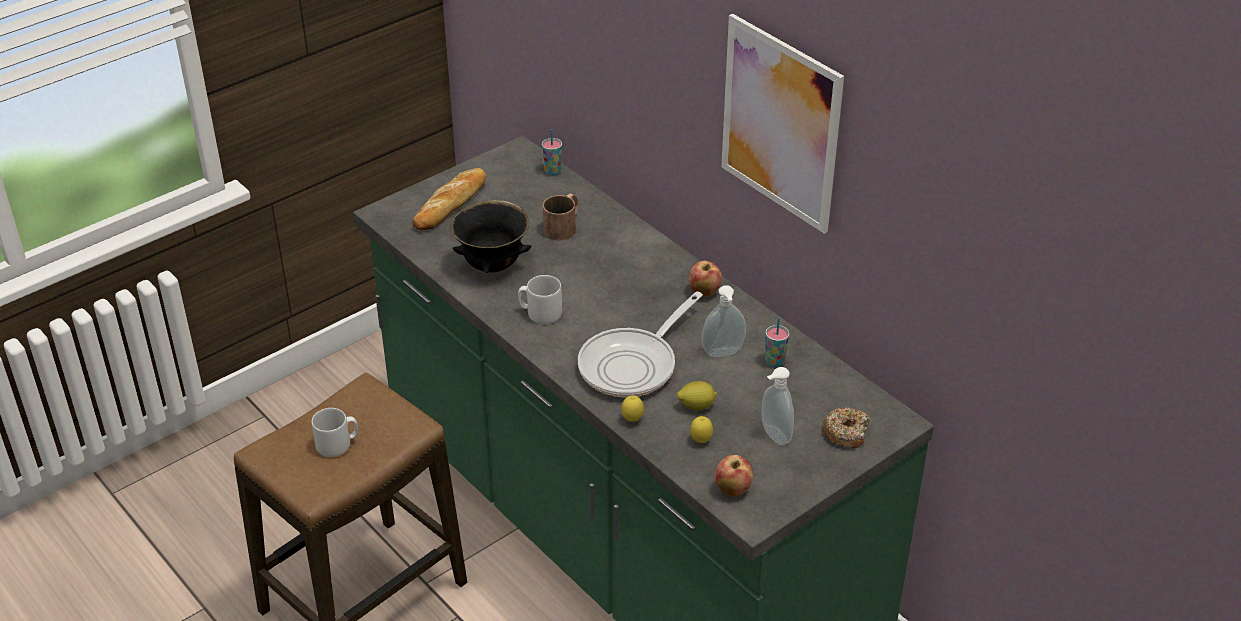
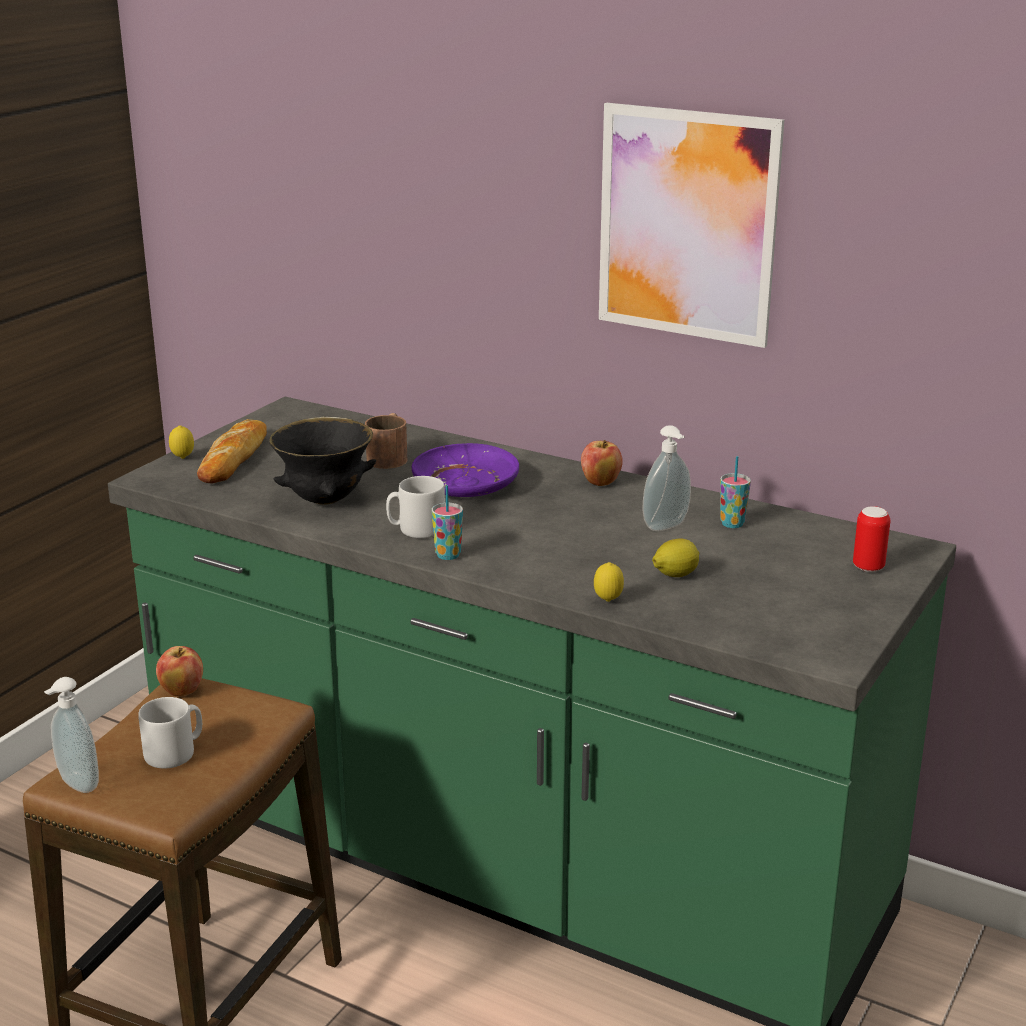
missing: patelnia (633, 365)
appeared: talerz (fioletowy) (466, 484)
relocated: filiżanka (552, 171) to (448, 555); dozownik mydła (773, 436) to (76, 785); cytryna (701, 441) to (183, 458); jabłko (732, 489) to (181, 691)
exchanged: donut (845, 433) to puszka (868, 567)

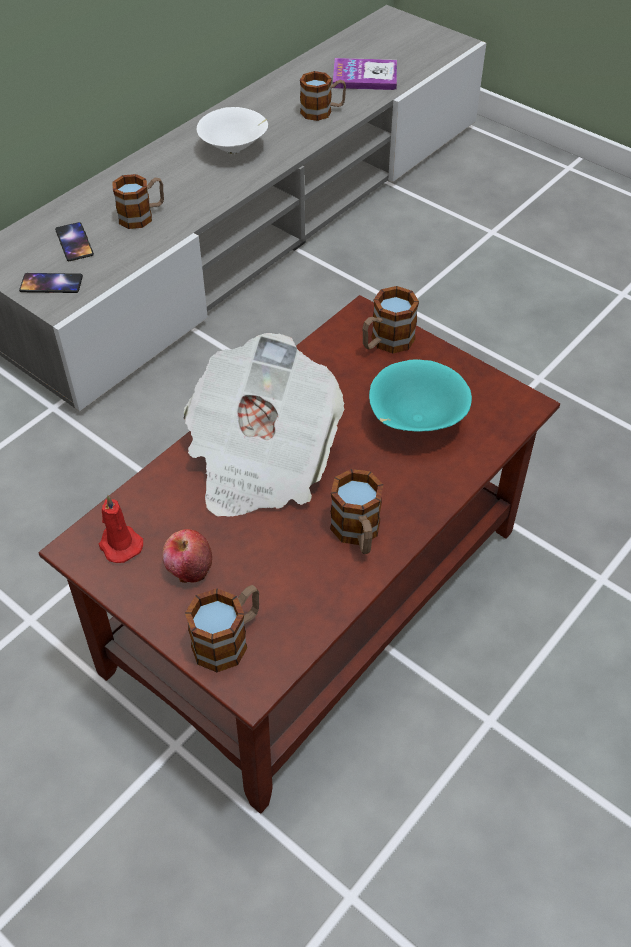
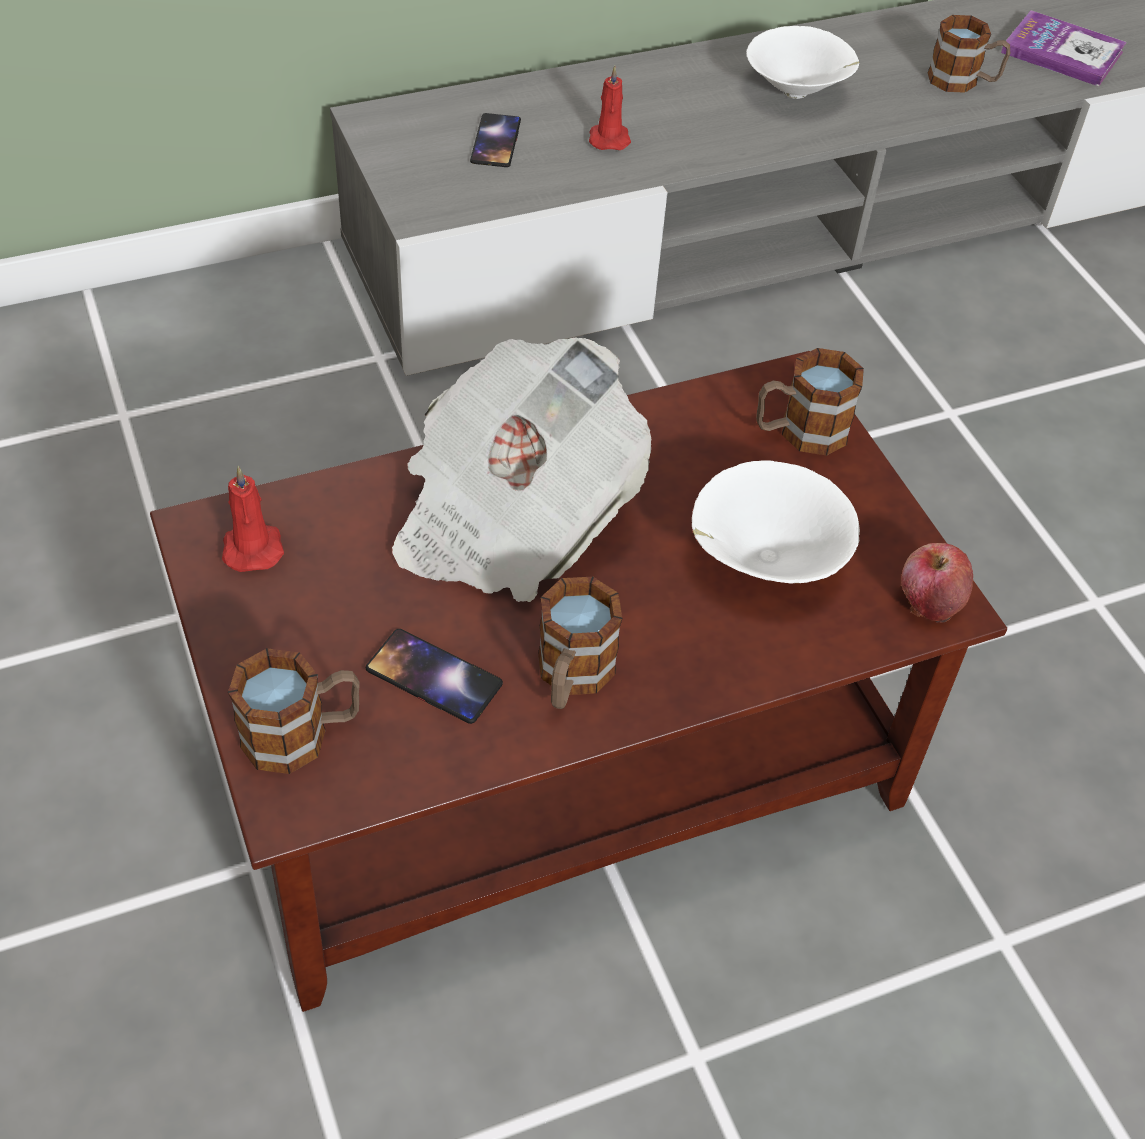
relocated: telefon (51, 284) to (434, 677); jabłko (189, 568) to (929, 601)
exchanged: kubek (142, 215) to świeca (czerwony) (608, 138)
colour: miska (turkusowy) (415, 421) to miska (biały) (764, 560)

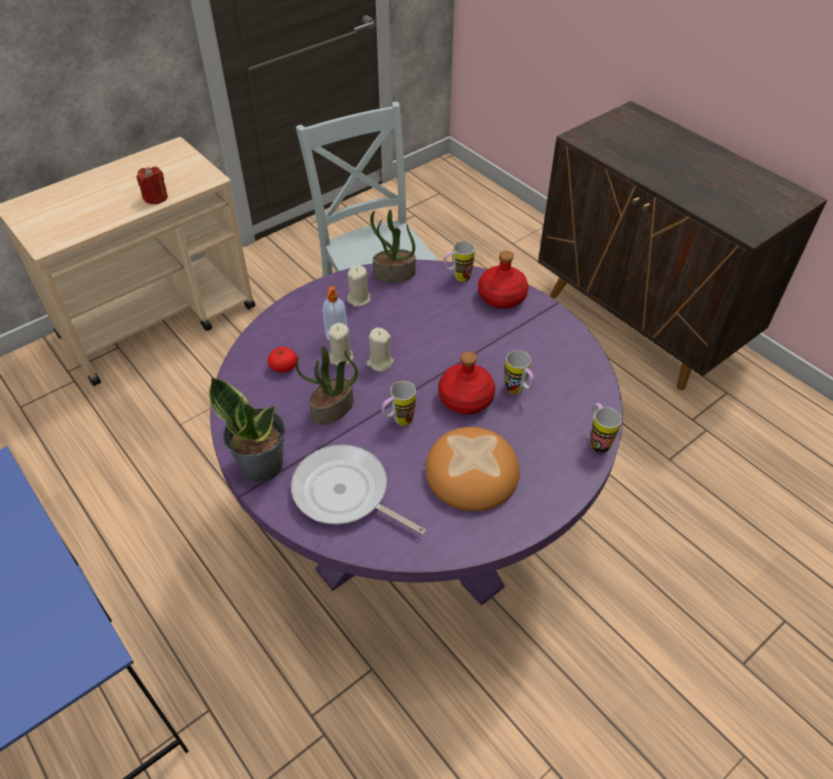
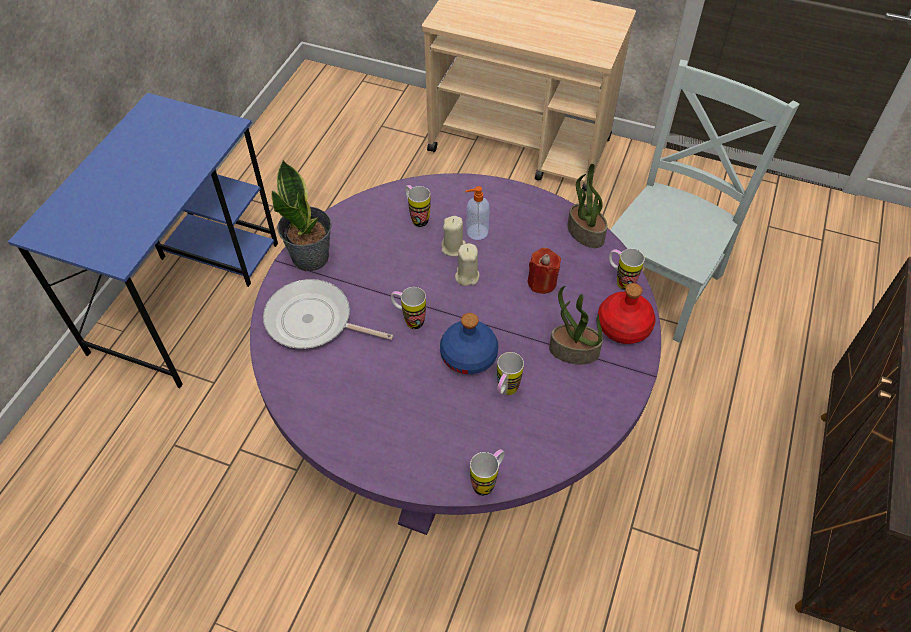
missing: świeca (beżowy) (359, 299); chleb (472, 473)
relocated: świeca (czerwony) (156, 198) to (542, 282); roślina doniczkowa (332, 409) to (573, 351)
exchanged: pomidor (283, 366) to kubek (417, 218)
colour: butelka (czerwony) (465, 398) to butelka (niebieski) (469, 355)
spun: patelnia (345, 493) = (313, 321) 75 degrees counterclockwise

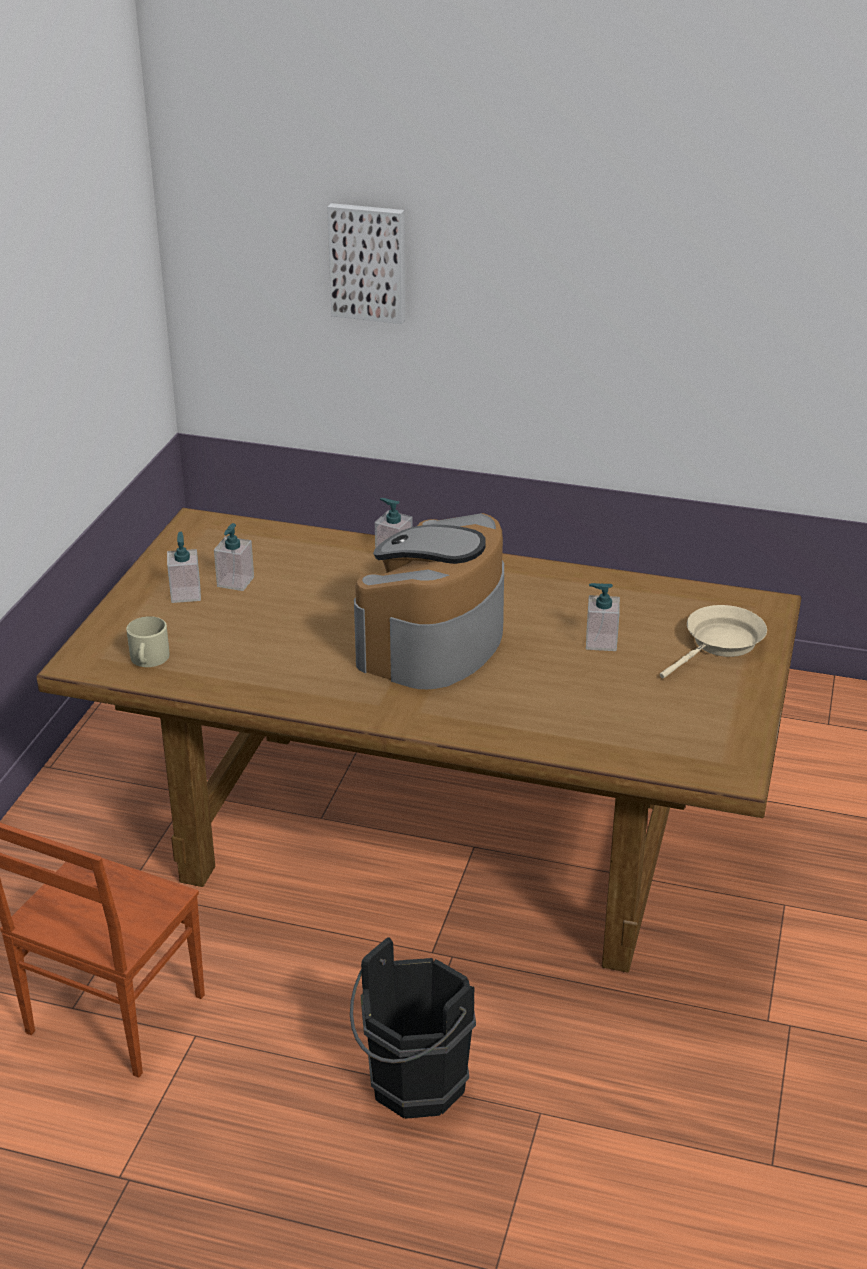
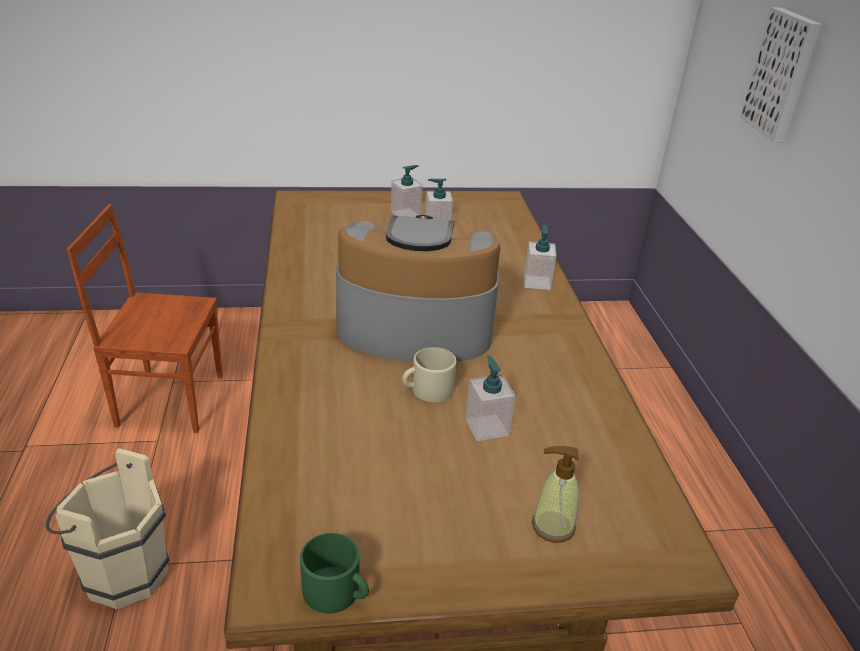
appeared: kubek (zielony) (337, 592)
relocated: kubek (beżowy) (148, 659) to (427, 390)
exchanged: patelnia (beżowy) (720, 644) to dozownik mydła (552, 526)
colour: wiadro (czarny) (412, 1087) to wiadro (beżowy) (120, 572)

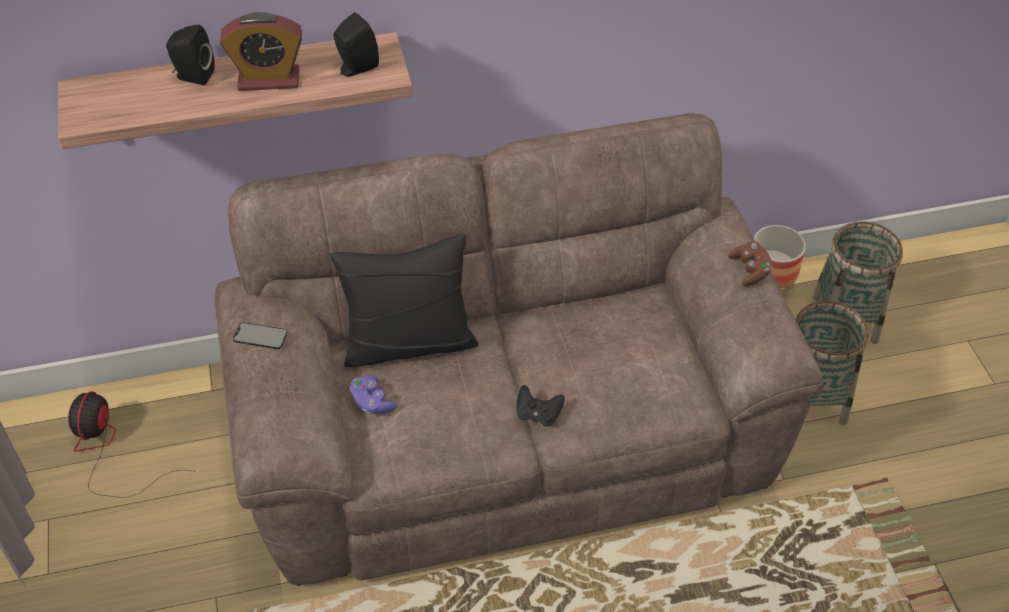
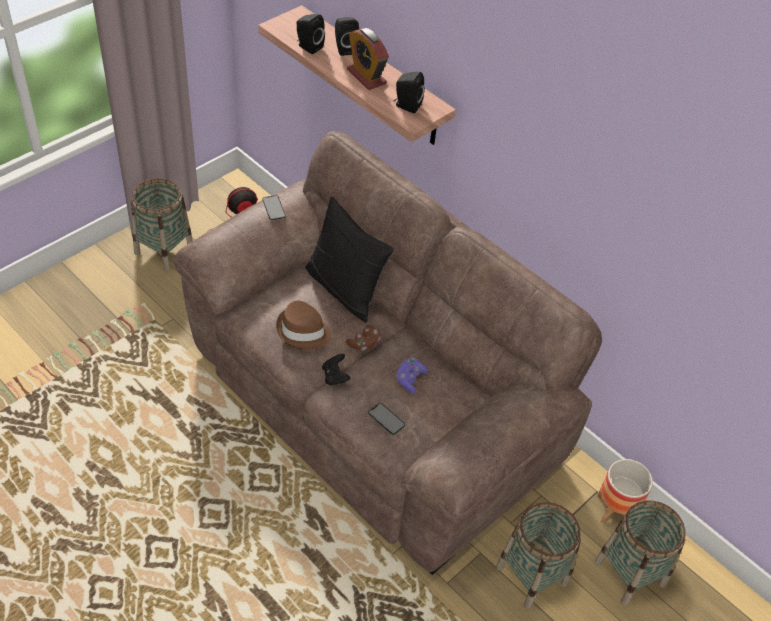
appeared: głośnik (czarny) (308, 47); koszyk (164, 250); kapelusz (brązowy) (303, 331); telefon (386, 419)
relocated: pad do gier (brązowy) (750, 270) to (364, 343); pad do gier (fioletowy) (372, 402) to (410, 379)

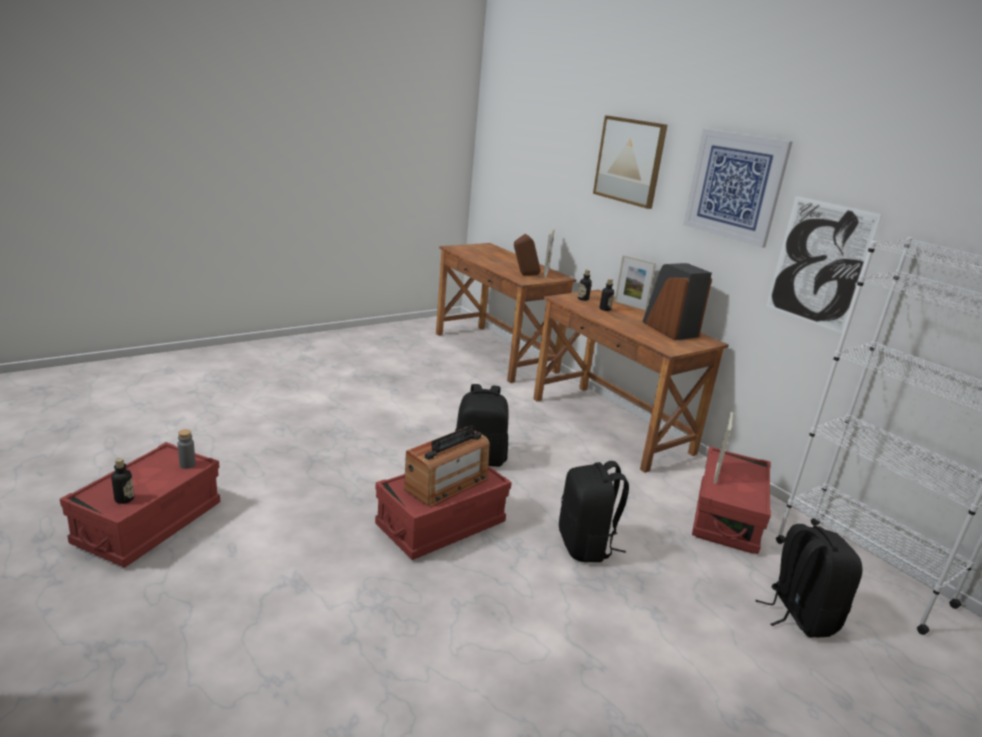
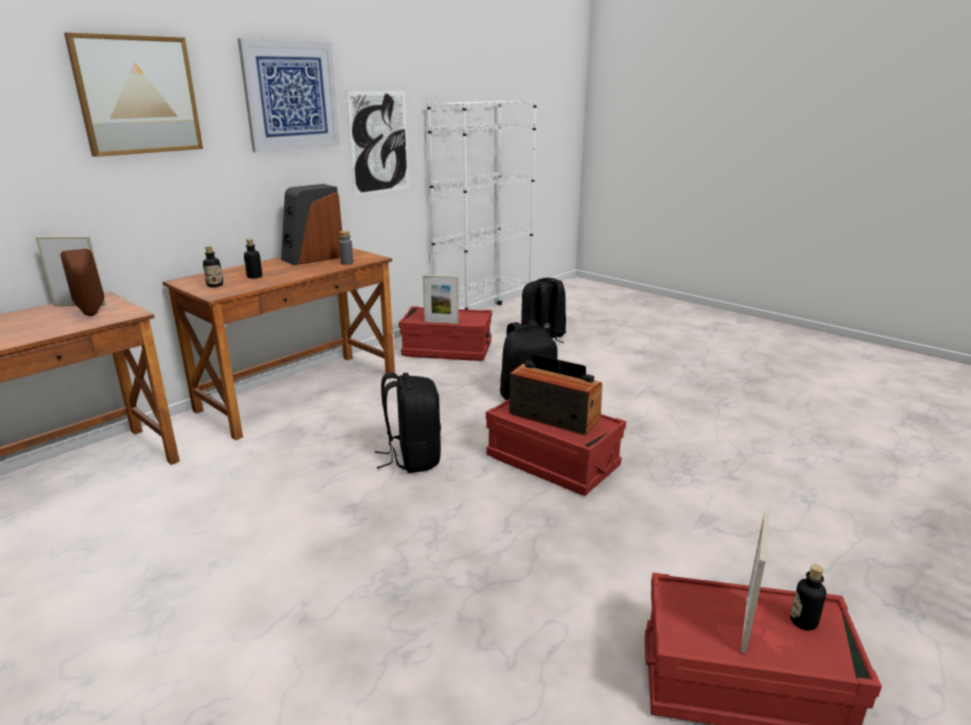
relocated: ramka na zdjęcie (630, 306) to (746, 623); butelka (szary) (187, 465) to (347, 263)

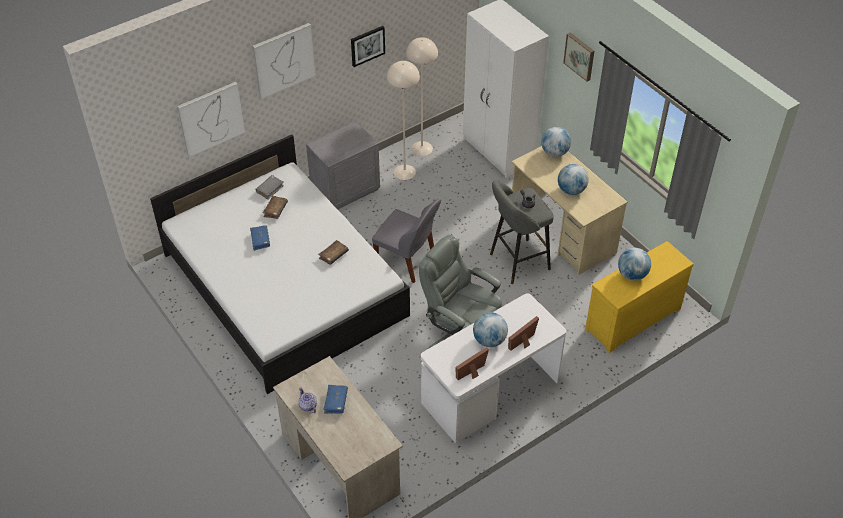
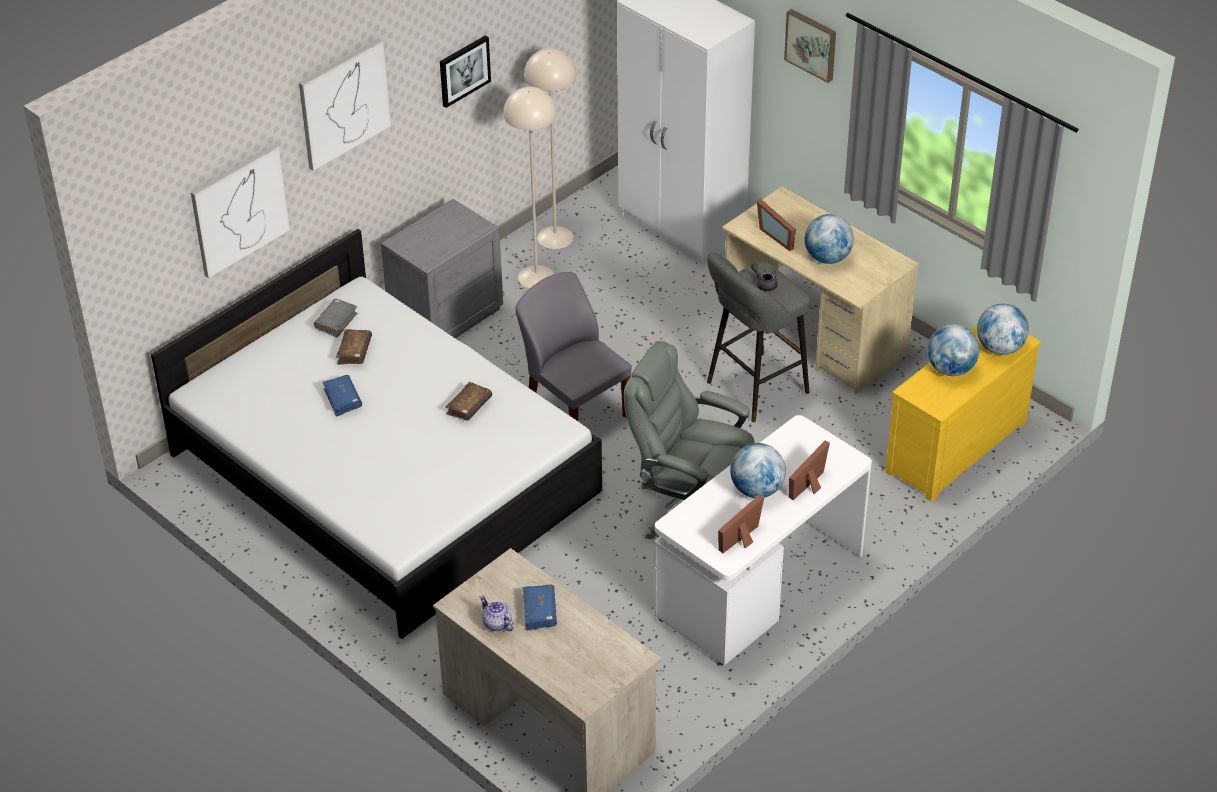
appeared: ramka na zdjęcie (778, 235)
relocated: globus (554, 152) to (1000, 348)
spun: krzesło (szary) (407, 261) = (576, 411) 150 degrees counterclockwise

